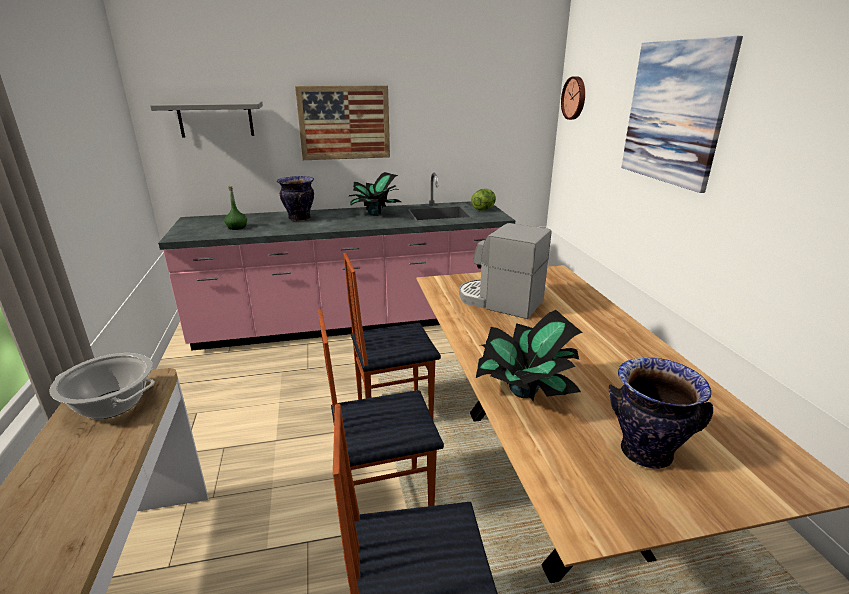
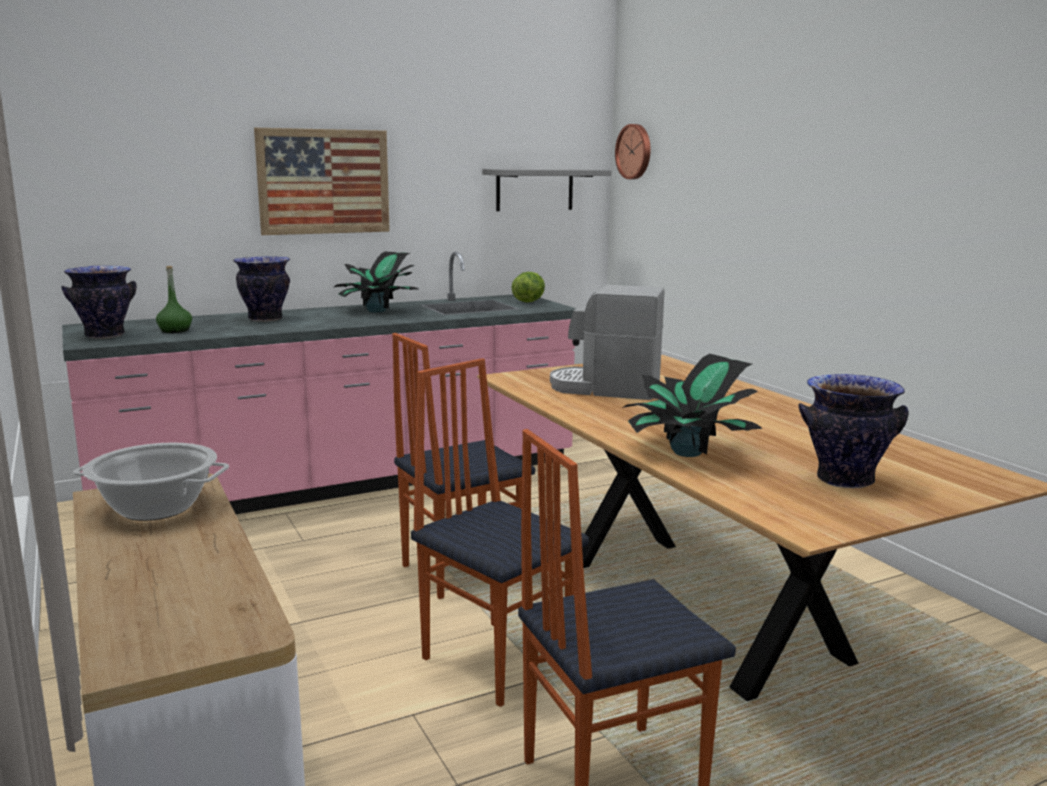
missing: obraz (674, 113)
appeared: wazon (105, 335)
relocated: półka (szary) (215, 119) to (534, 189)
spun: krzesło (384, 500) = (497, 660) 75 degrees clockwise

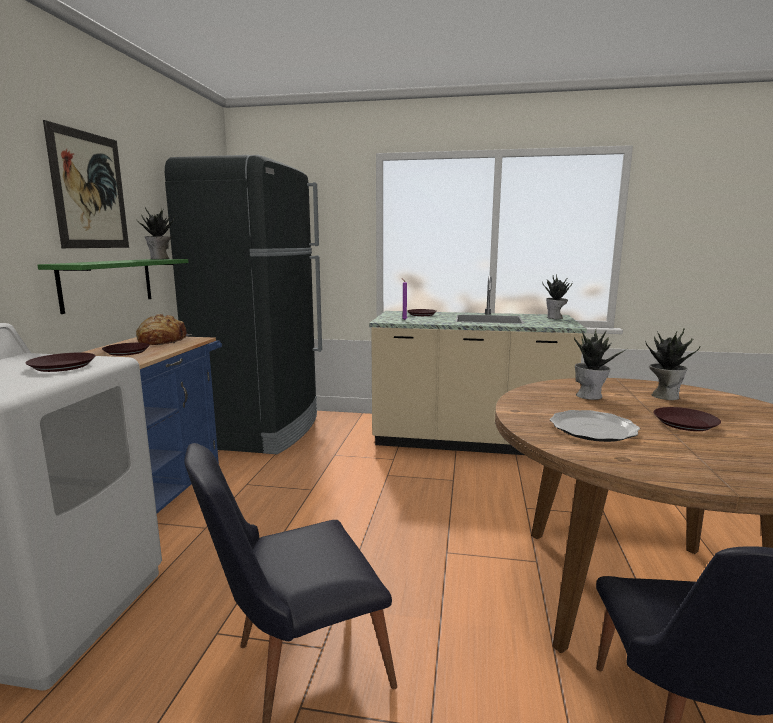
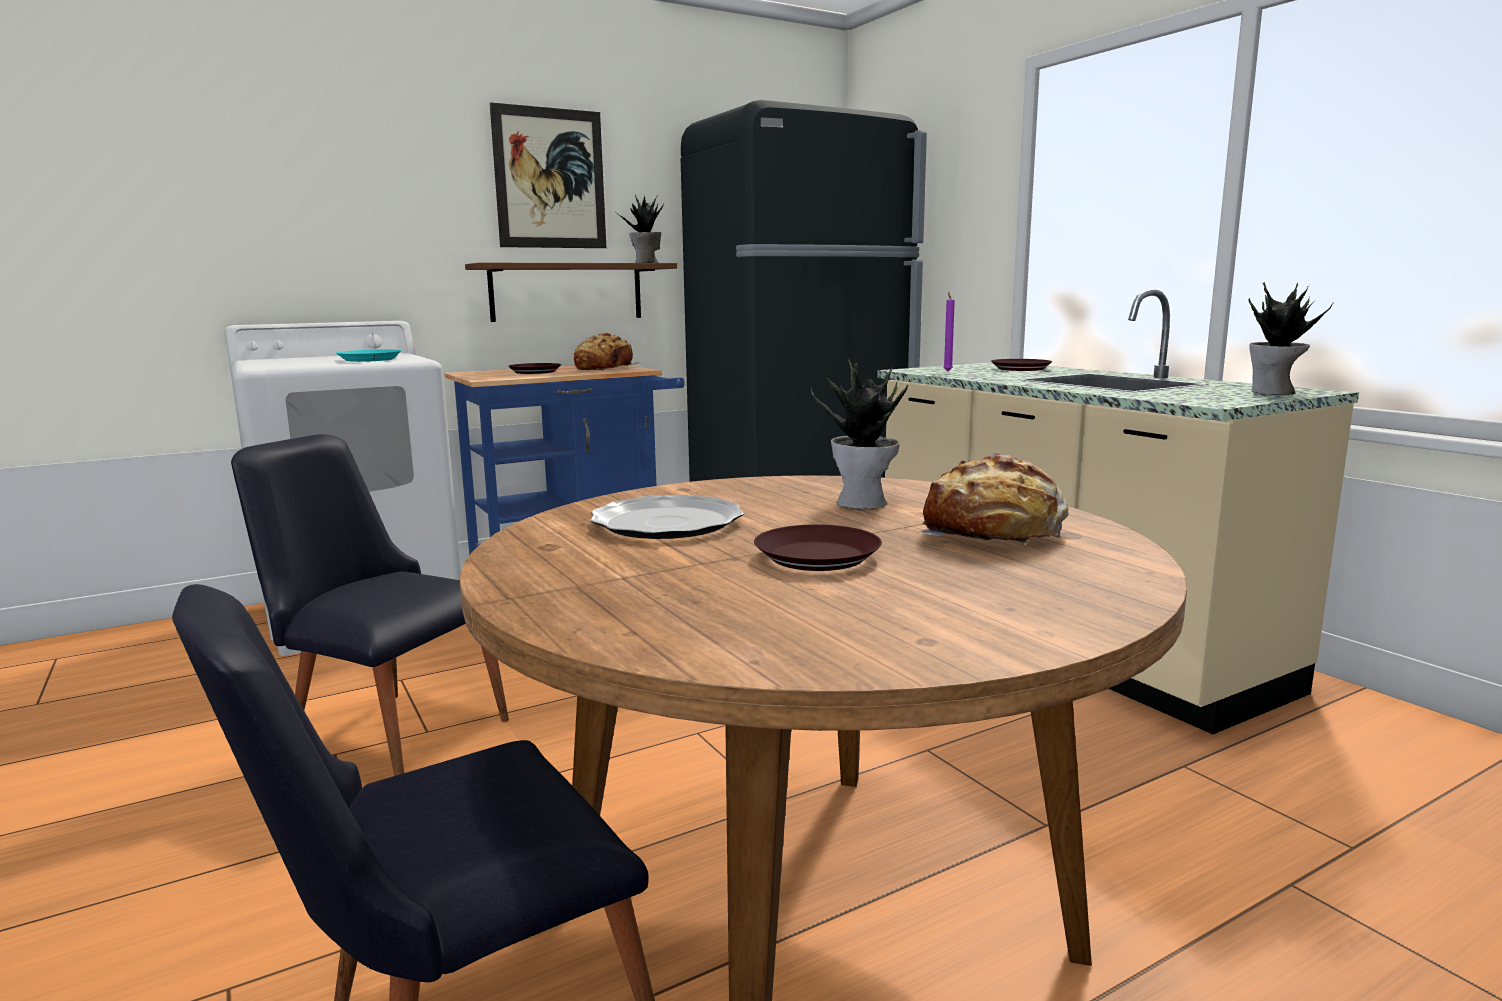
exchanged: roślina doniczkowa (664, 396) to chleb (993, 533)
colour: półka (zielony) (108, 283) to półka (brązowy) (567, 292); talerz (brązowy) (62, 366) to talerz (turkusowy) (369, 360)

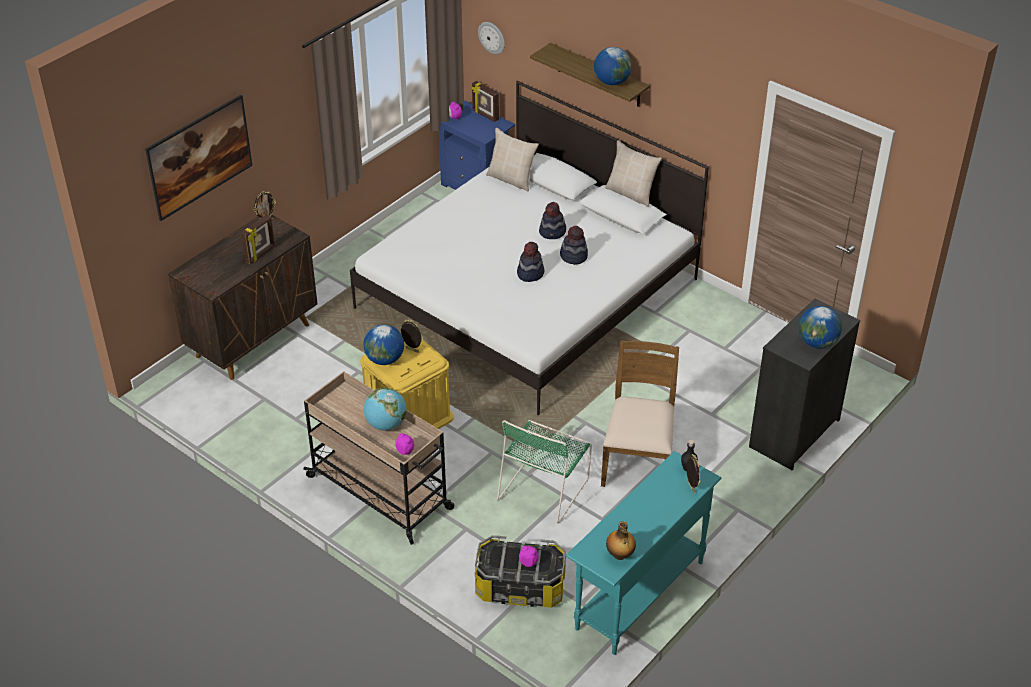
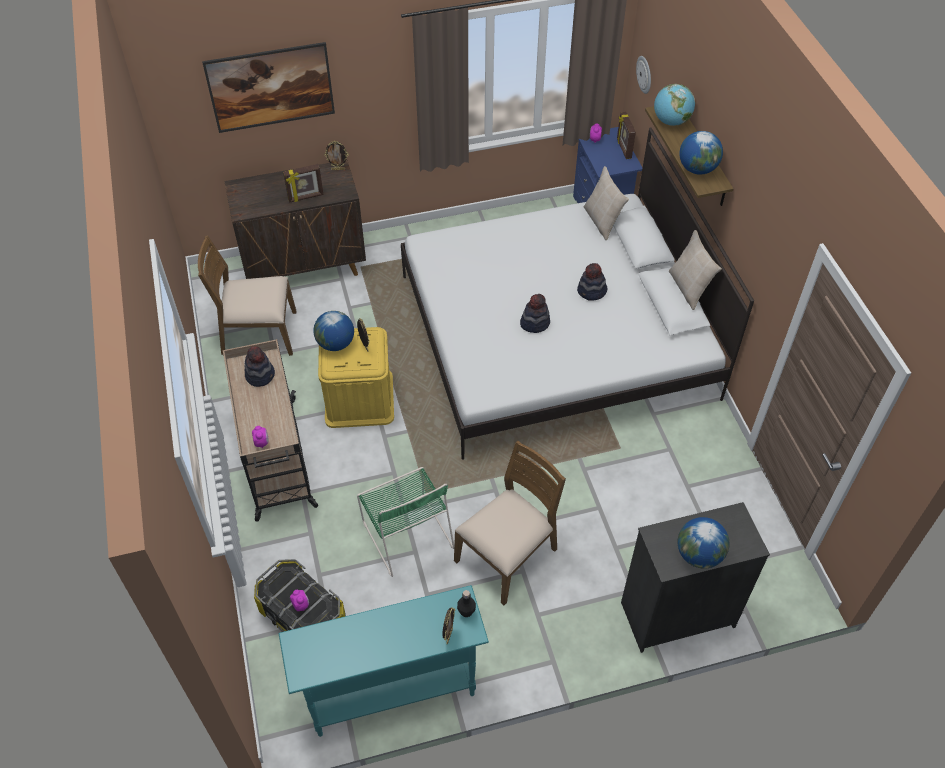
missing: butelka (619, 555)
appeared: krzesło (brązowy) (258, 333)
relocated: kapelusz (573, 256) to (260, 375); globus (386, 424) to (671, 121)
spun: krzesło (zielony) (544, 487) = (406, 532) 90 degrees counterclockwise

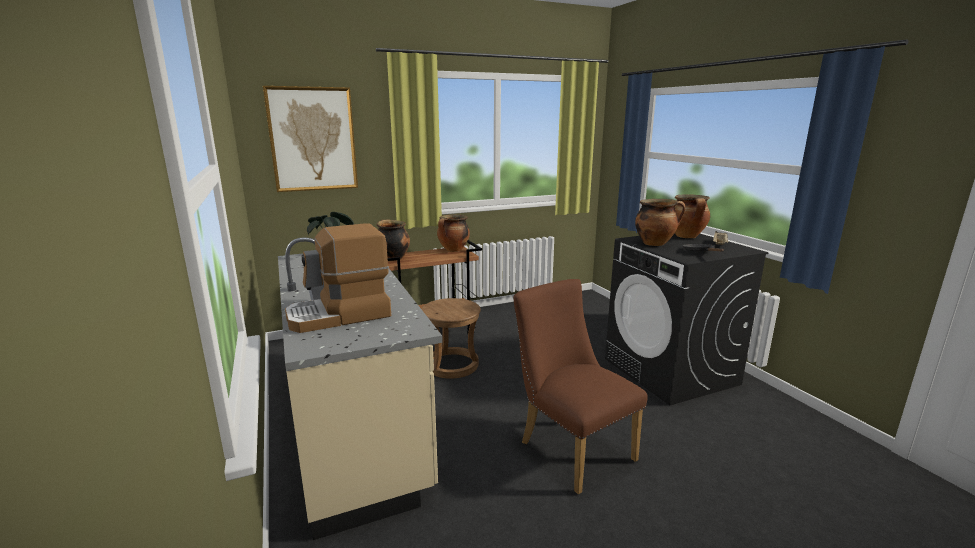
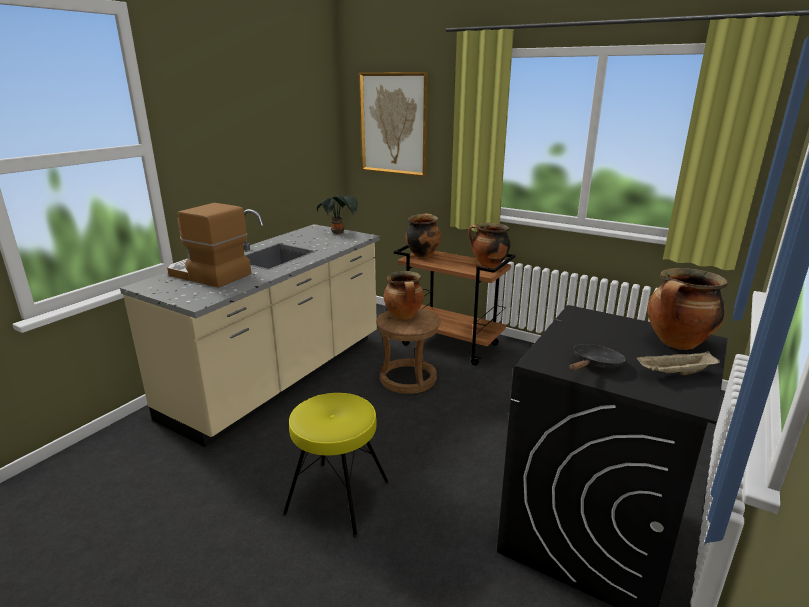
relocated: garnek (655, 243) to (404, 316)
exchanged: krzesło (brązowy) (570, 447) to stołek (żółty) (338, 497)

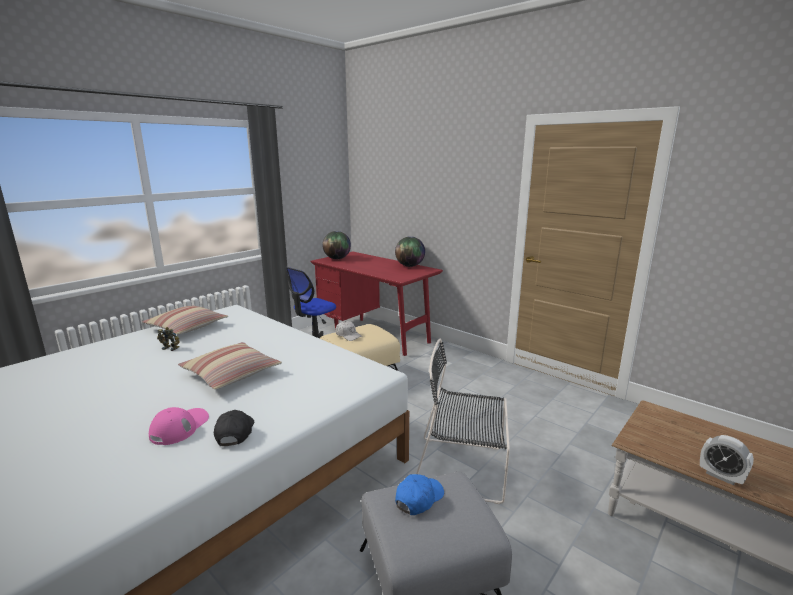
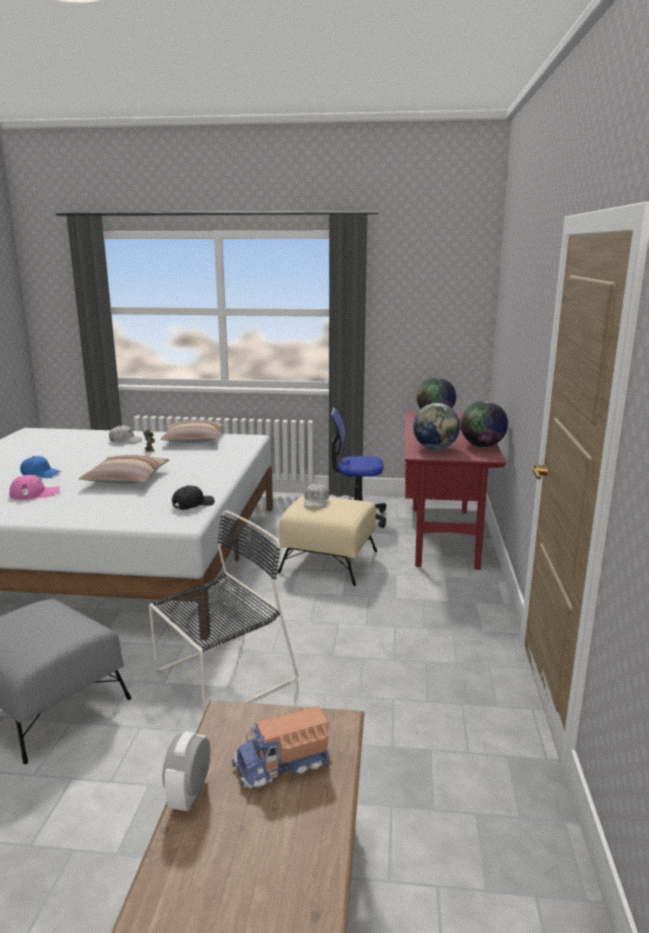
appeared: globus (435, 449); czapka z daszkiem (biały) (125, 440); ciężarówka zabawkowa (283, 764)
relocated: czapka z daszkiem (czarny) (235, 433) to (193, 505); czapka z daszkiem (niebieski) (419, 498) to (40, 474)
spun: krzesło (czarny) (463, 469) = (221, 677) 75 degrees clockwise

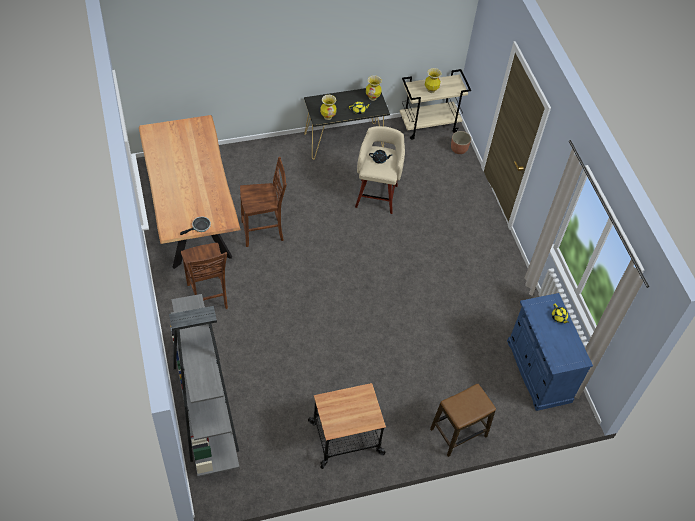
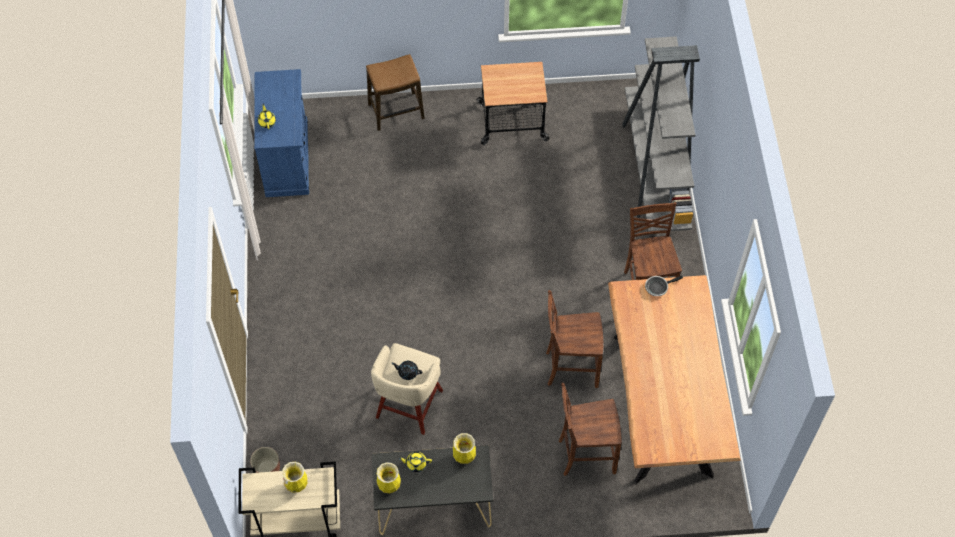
appeared: krzesło (brązowy) (585, 455)

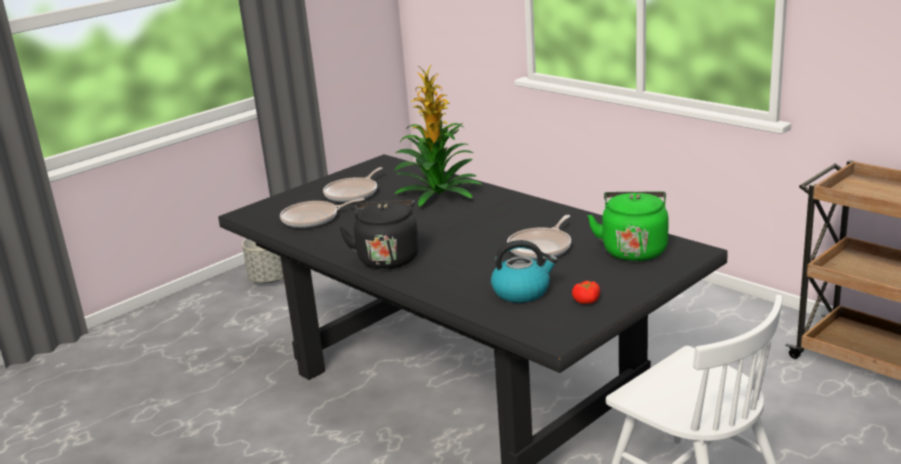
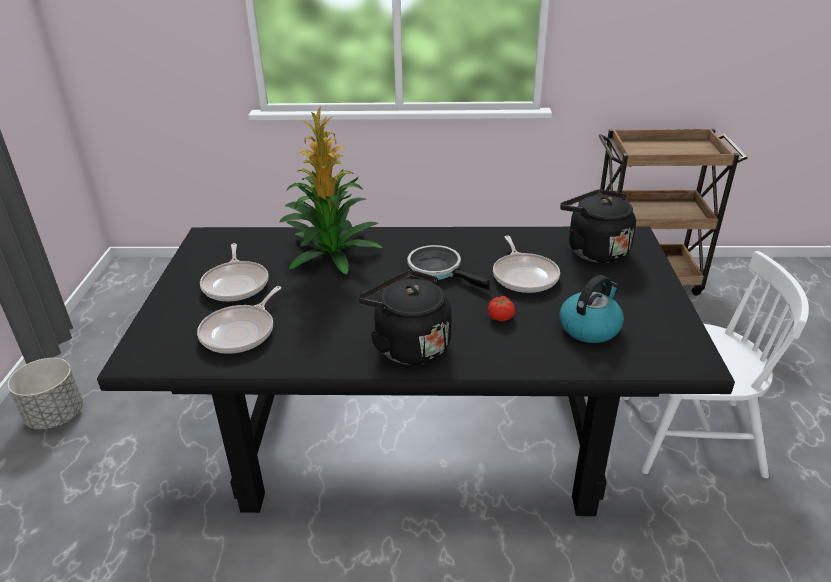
appeared: patelnia (438, 270)
relocated: pomidor (587, 301) to (501, 316)
colour: czajnik (zielony) (633, 250) to czajnik (czarny) (594, 250)

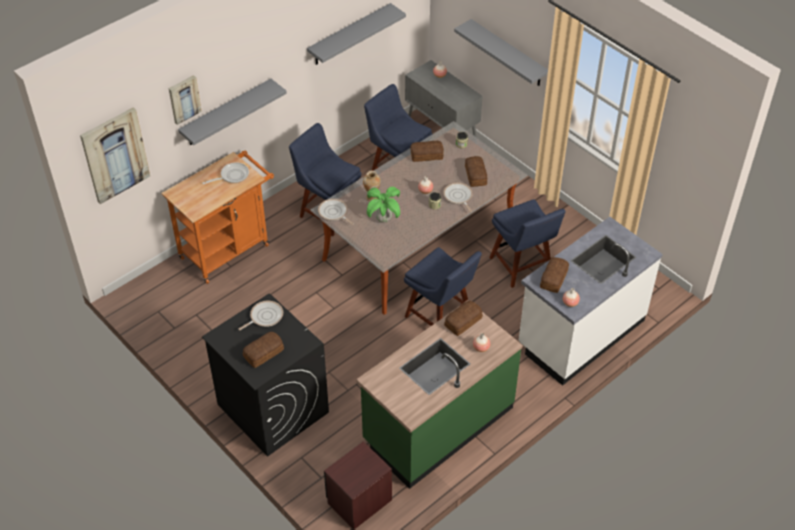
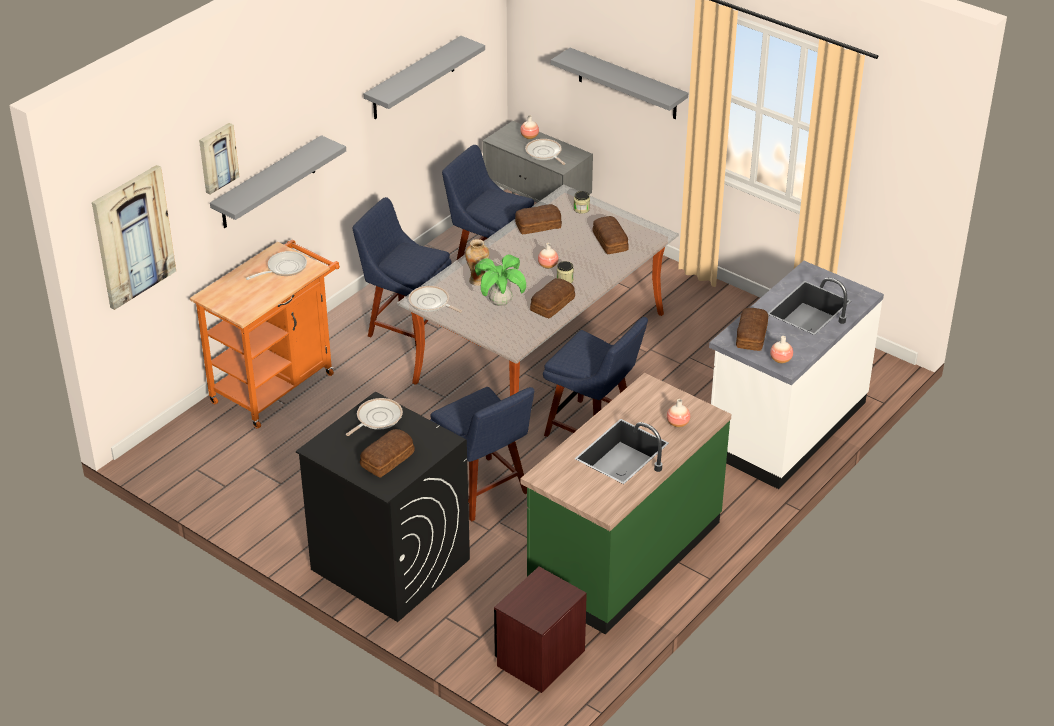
relocated: patelnia (458, 197) to (544, 153); krzesło (niebieski) (522, 267) to (483, 491); chleb (462, 321) to (551, 304)

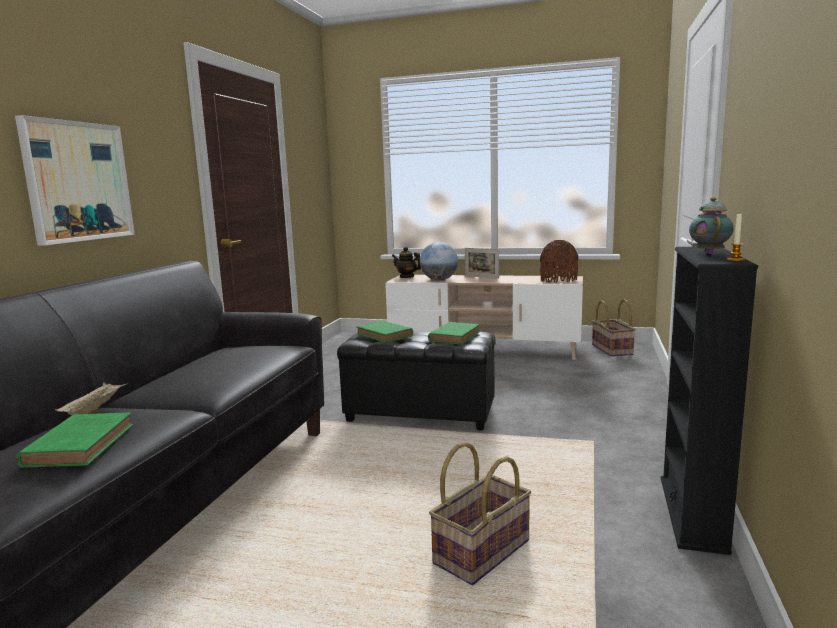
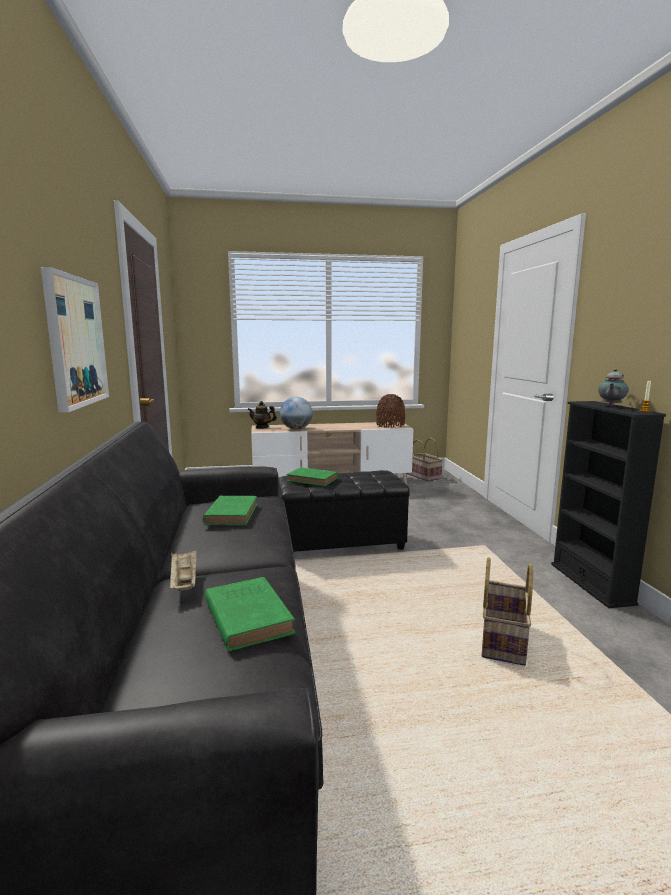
missing: ramka na zdjęcie (481, 277)
relocated: książka (zielony) (455, 336) to (232, 513)
spun: imbryk (709, 253) = (610, 406) 135 degrees counterclockwise

